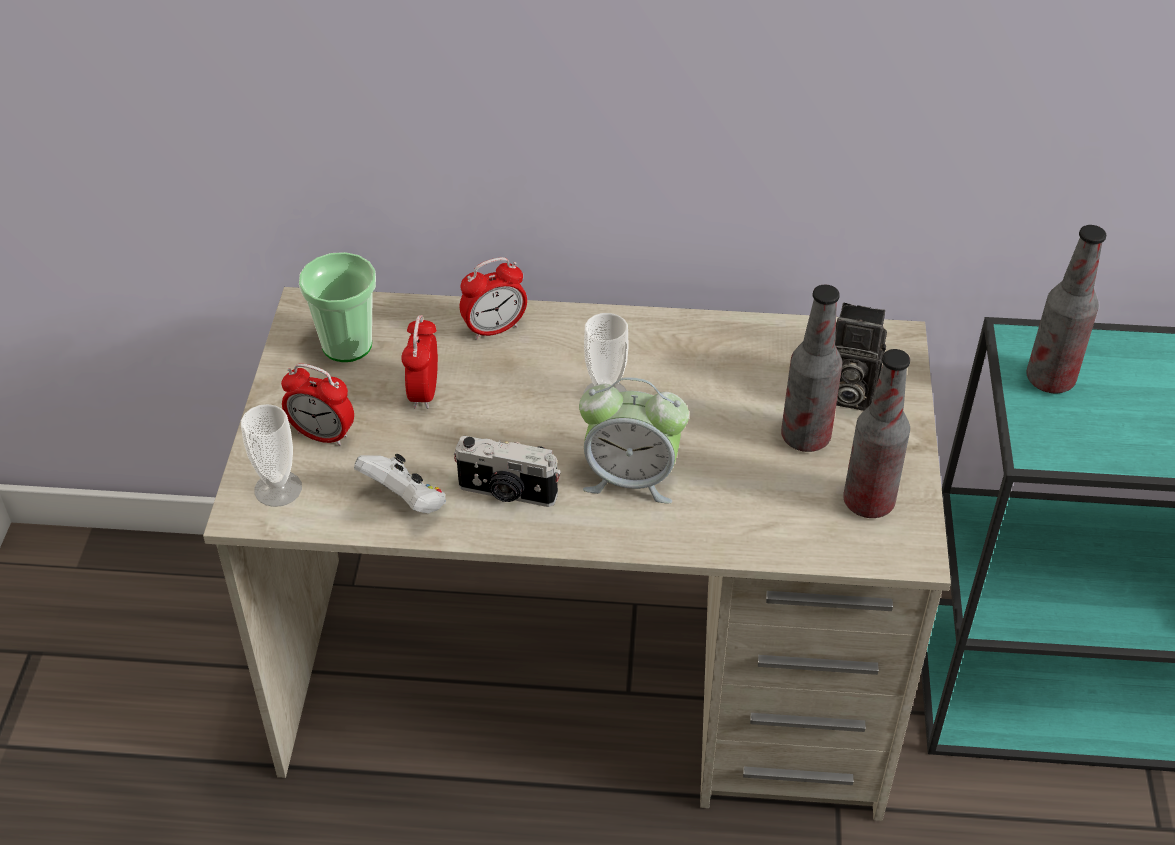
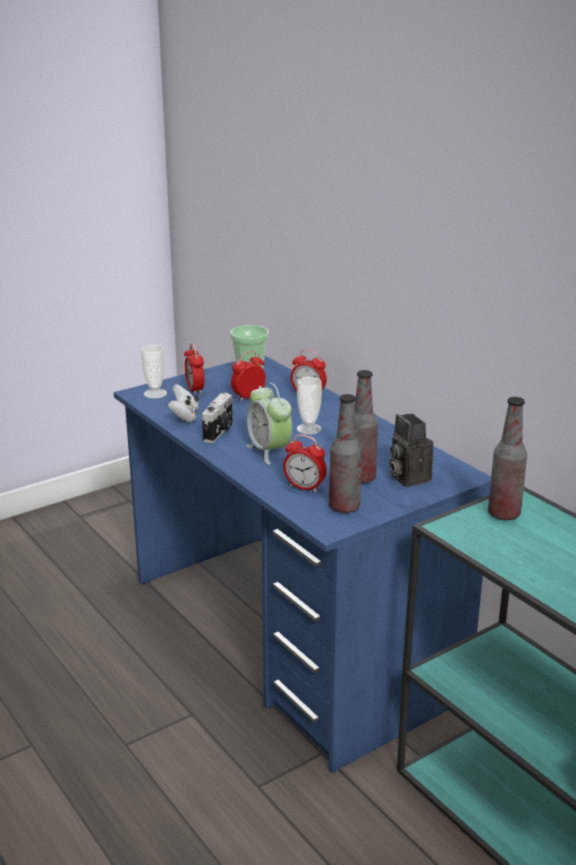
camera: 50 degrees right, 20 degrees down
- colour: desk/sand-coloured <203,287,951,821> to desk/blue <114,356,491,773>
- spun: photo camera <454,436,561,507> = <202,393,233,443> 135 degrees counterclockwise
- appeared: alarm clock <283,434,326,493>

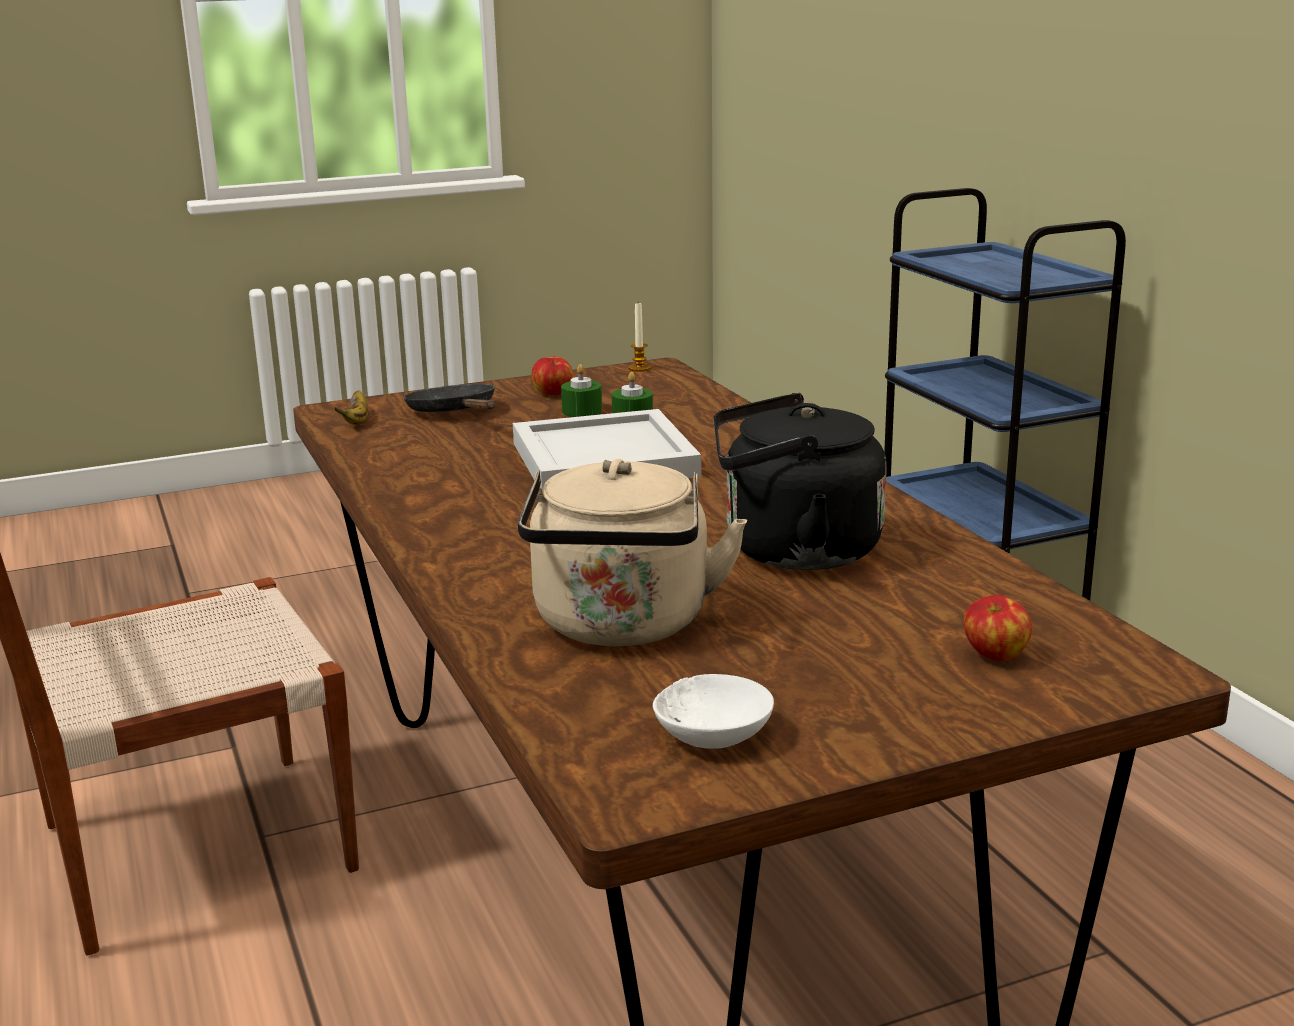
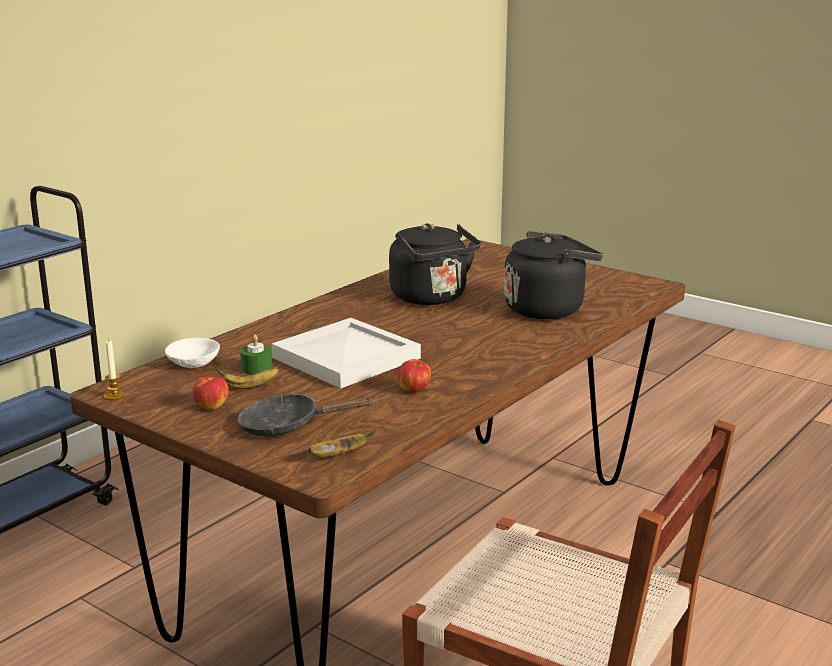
camera: 120 degrees left, 0 degrees up
- spun: pan/black-coloured <404,384,495,412> = <238,394,375,436> 60 degrees clockwise
- colour: kettle/sand-coloured <518,459,747,647> to kettle/black-coloured <504,231,603,319>
- exchanged: wax candle/green-coloured <561,364,602,417> to banana fruit <215,367,279,389>
- relocated: bowl/white-coloured <653,674,774,749> to <165,338,220,368>
- relocated: apple <964,595,1032,661> to <397,359,431,392>

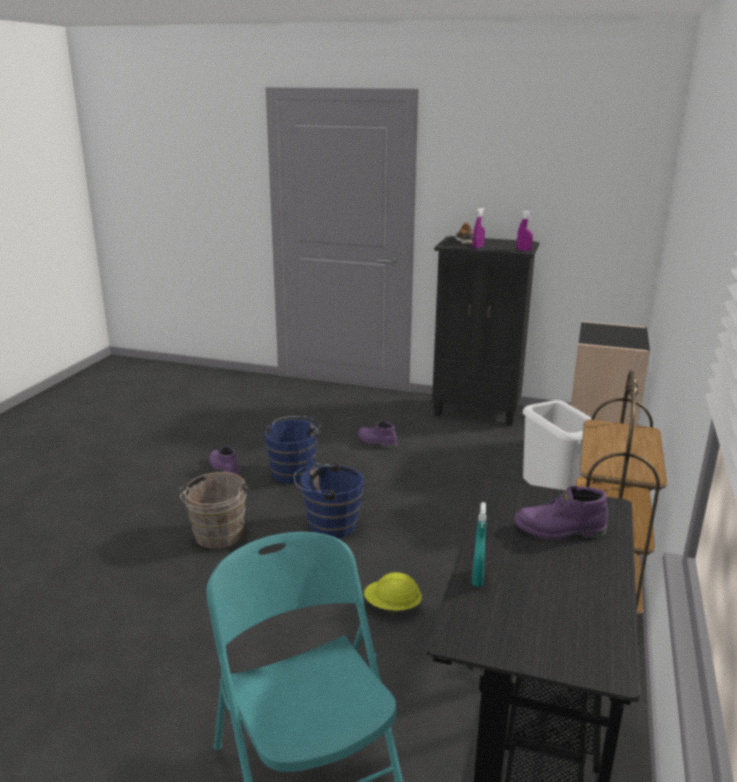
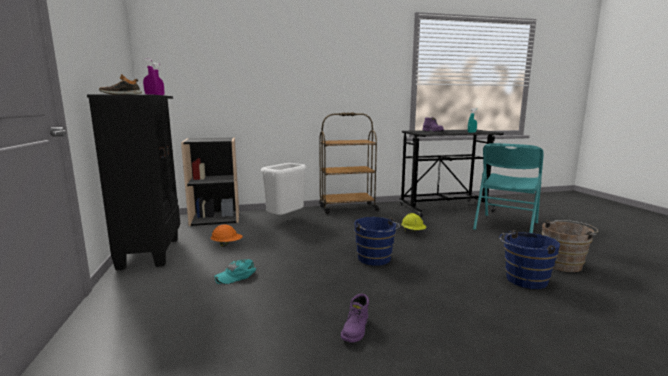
camera: 120 degrees left, 10 degrees down
- relocated: pail/brown-coloured <179,472,248,549> to <542,220,598,272>
- relocated: pail/blue <264,416,321,483> to <499,230,560,289>
- exchanged: boot/purplish <358,421,397,448> to baseball cap/turquoise <214,259,256,284>
- appeared: work helmet/orangey <211,224,243,247>

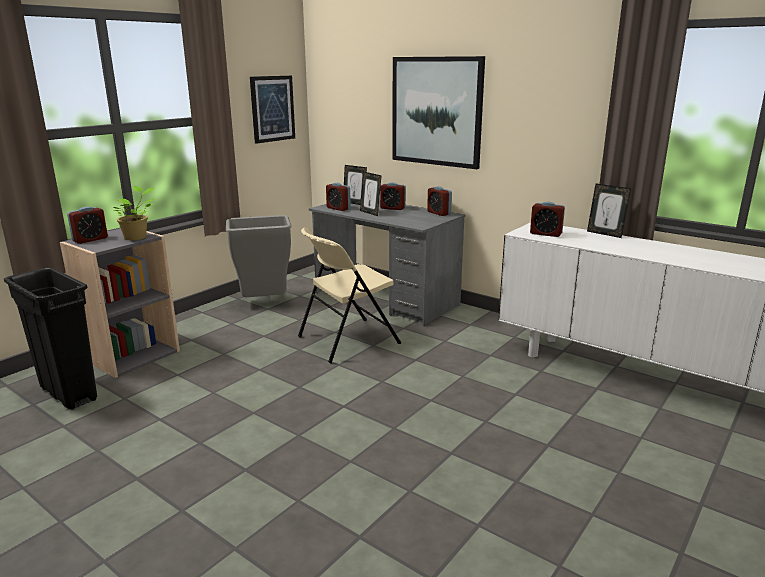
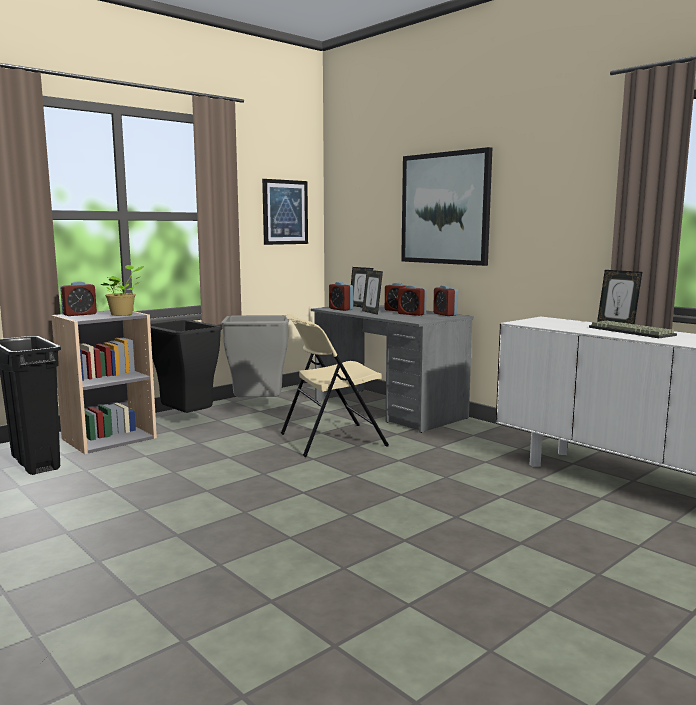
camera: 10 degrees right, 10 degrees down
- relocated: alarm clock <530,202,565,237> to <398,285,427,316>
- appeared: trash can/black-coloured <150,320,222,413>
- appeared: computer keyboard <589,321,677,338>

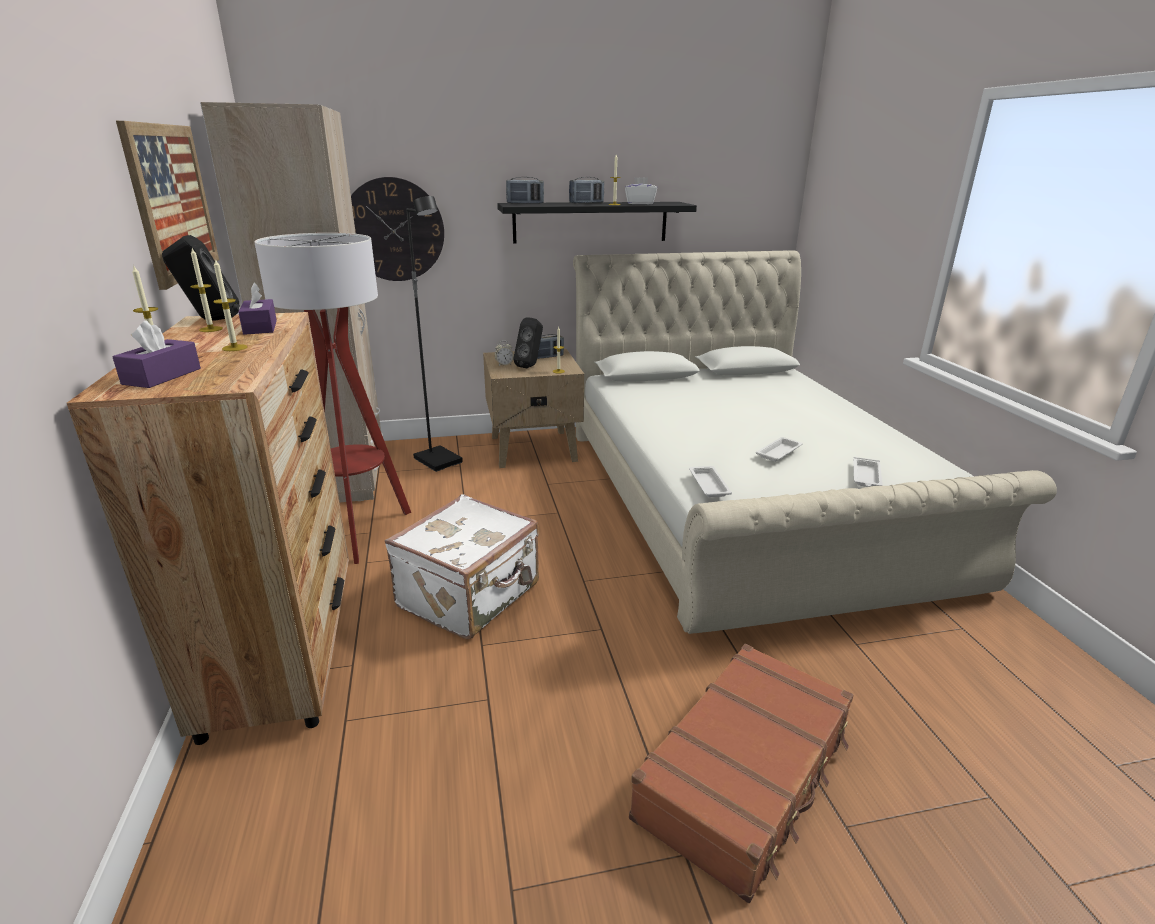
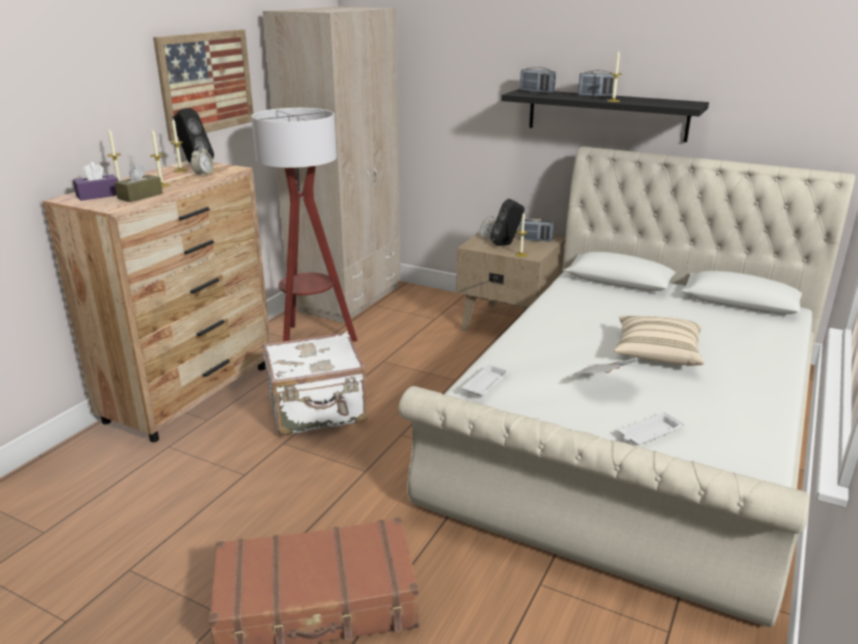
camera: 40 degrees right, 0 degrees up
- exchanged: box of tissues/purplish <238,283,277,335> to alarm clock <191,145,214,176>
- missing: clock on the wall <351,177,444,281>
- missing: floor lamp/black-coloured <406,196,463,472>
- missing: box of tissues/white-coloured <625,177,657,204>
- exchanged: tray/white-coloured <756,437,803,462> to newspaper <571,358,640,375>
- appeared: box of tissues/brown-coloured <115,164,163,202>
- appeared: throw pillow/sand-coloured <614,316,704,366>

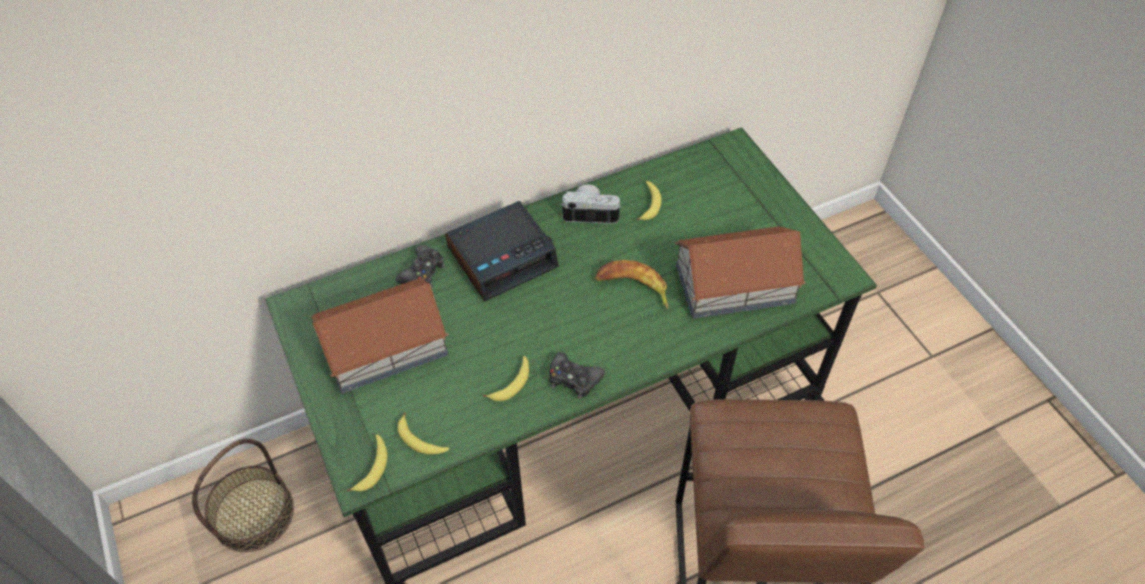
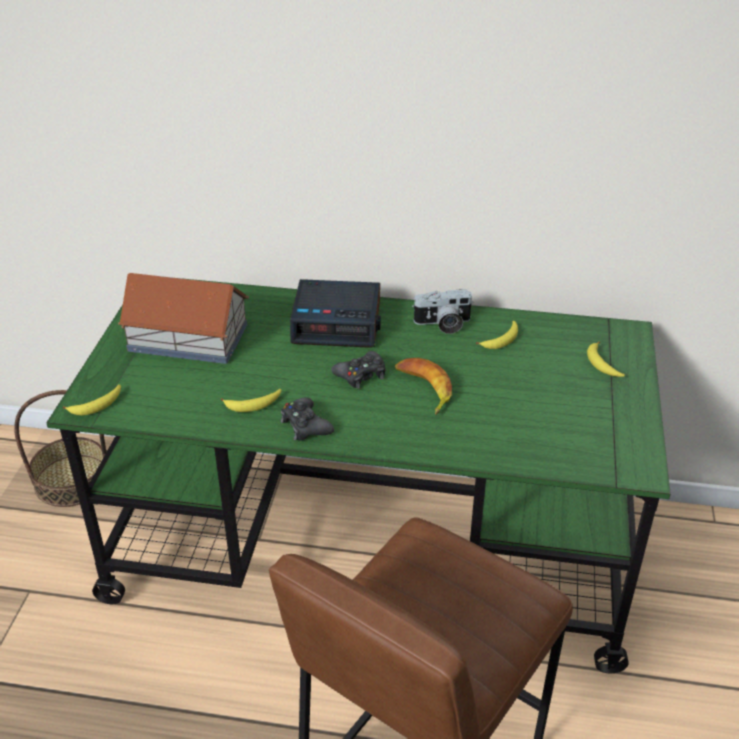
camera: 35 degrees right, 15 degrees down
- relocated: game controller/black-coloured <396,245,445,287> to <331,351,385,389>
- relocated: banana fruit <398,412,449,454> to <587,341,625,377>
- spun: photo camera <560,184,622,224> = <412,289,473,334> 135 degrees clockwise
- missing: model house <675,226,806,319>

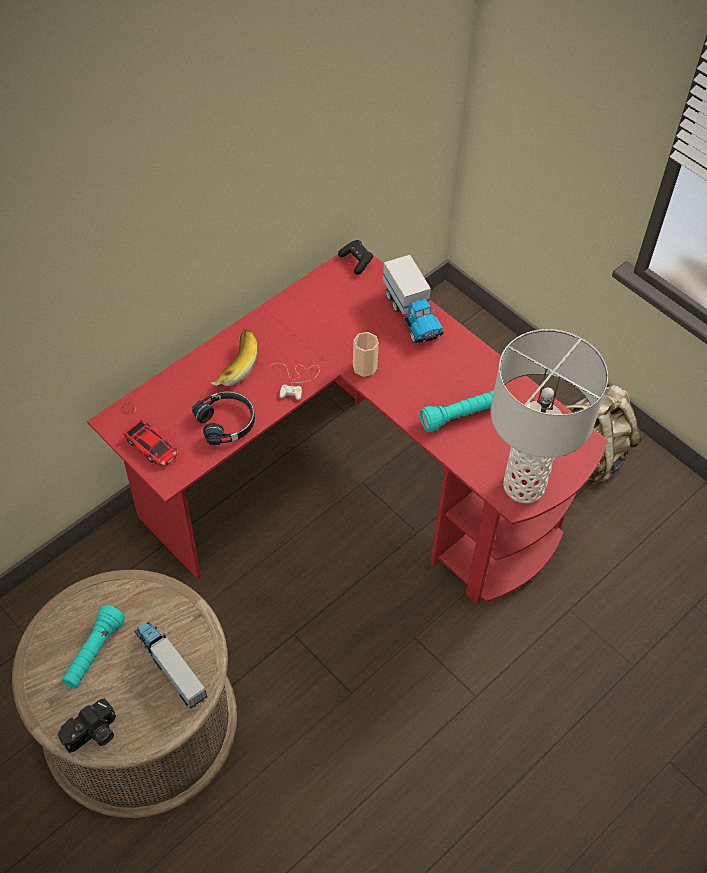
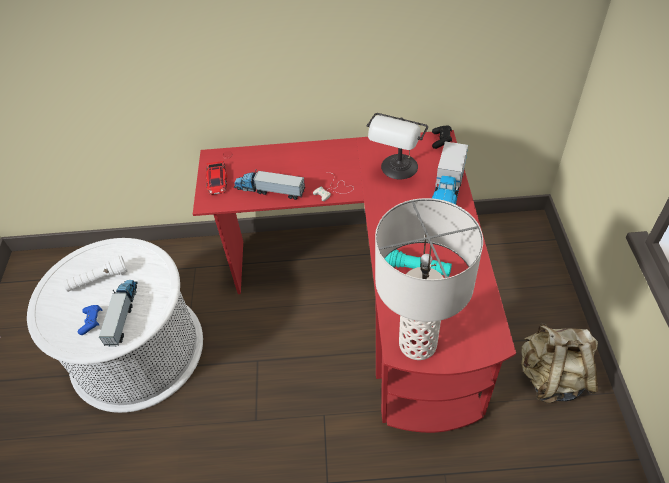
camera: 45 degrees right, 5 degrees down
- colour: coffee table/brown-coloured <12,570,237,818> to coffee table/white-coloured <27,238,203,413>
- missing: photo camera <57,698,116,753>
- colour: hand torch/turquoise <62,605,125,688> to hand torch/white-coloured <63,256,128,292>
- exchanged: headset/black-coloured <192,391,255,445> to toy lorry <234,169,305,200>
- missing: banana fruit <211,329,257,386>
- missing: cup <353,332,379,377>
- appeared: game controller/blue <78,305,103,335>
- appeared: tabletop lamp <367,113,428,179>

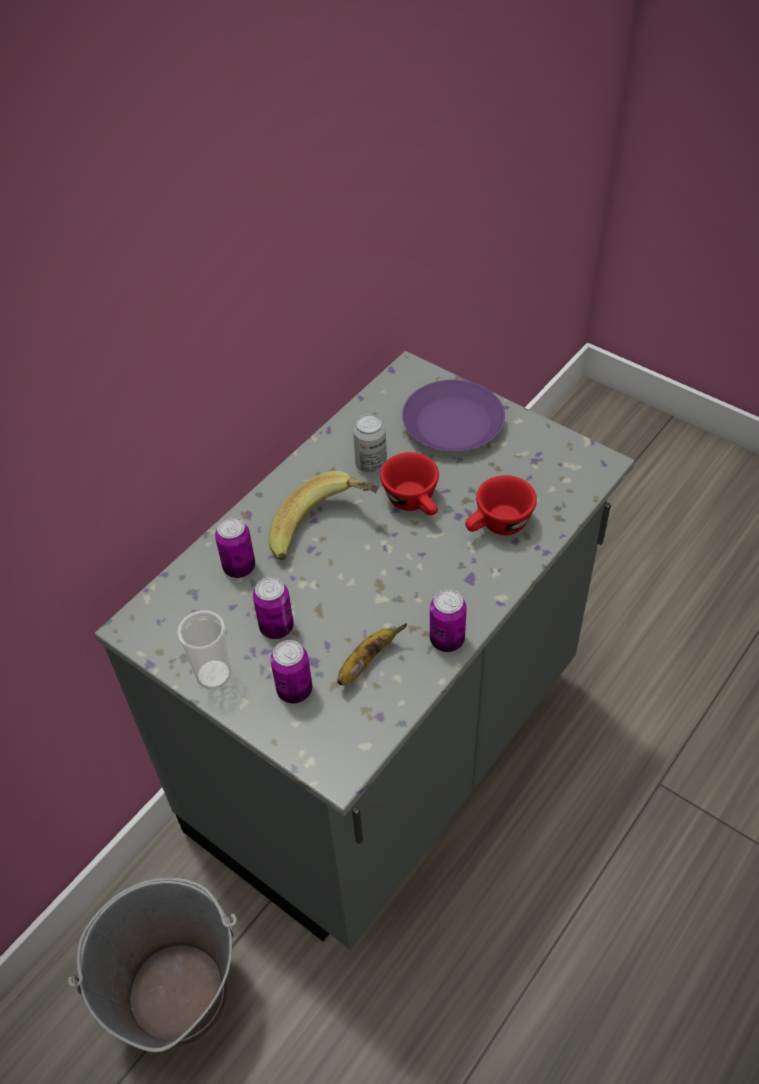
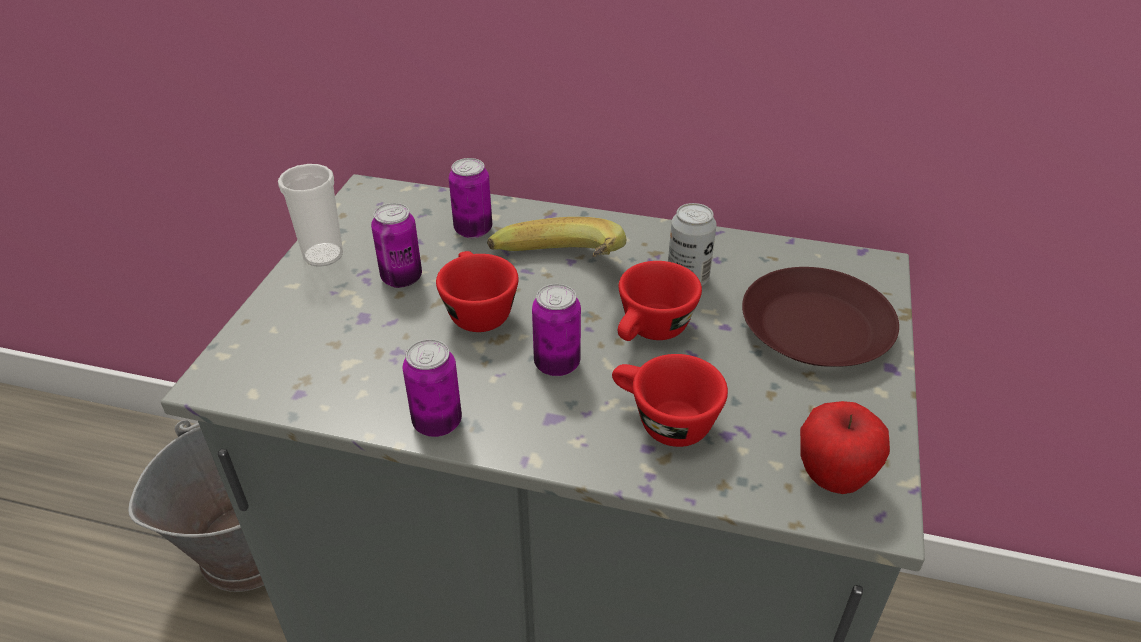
camera: 65 degrees right, 10 degrees down
- relocated: can <270,640,312,703> to <532,284,581,376>
- missing: banana fruit <337,623,407,685>
- colour: dinner plate/purplish <402,380,505,452> to dinner plate/brown-coloured <742,267,899,367>
- appeared: cup/red-coloured <436,251,519,332>
- appeared: apple <800,401,890,494>

